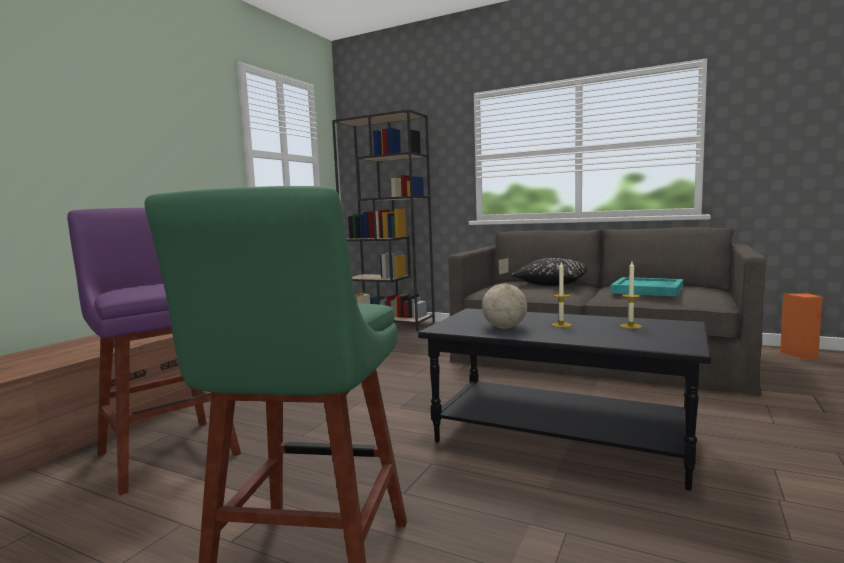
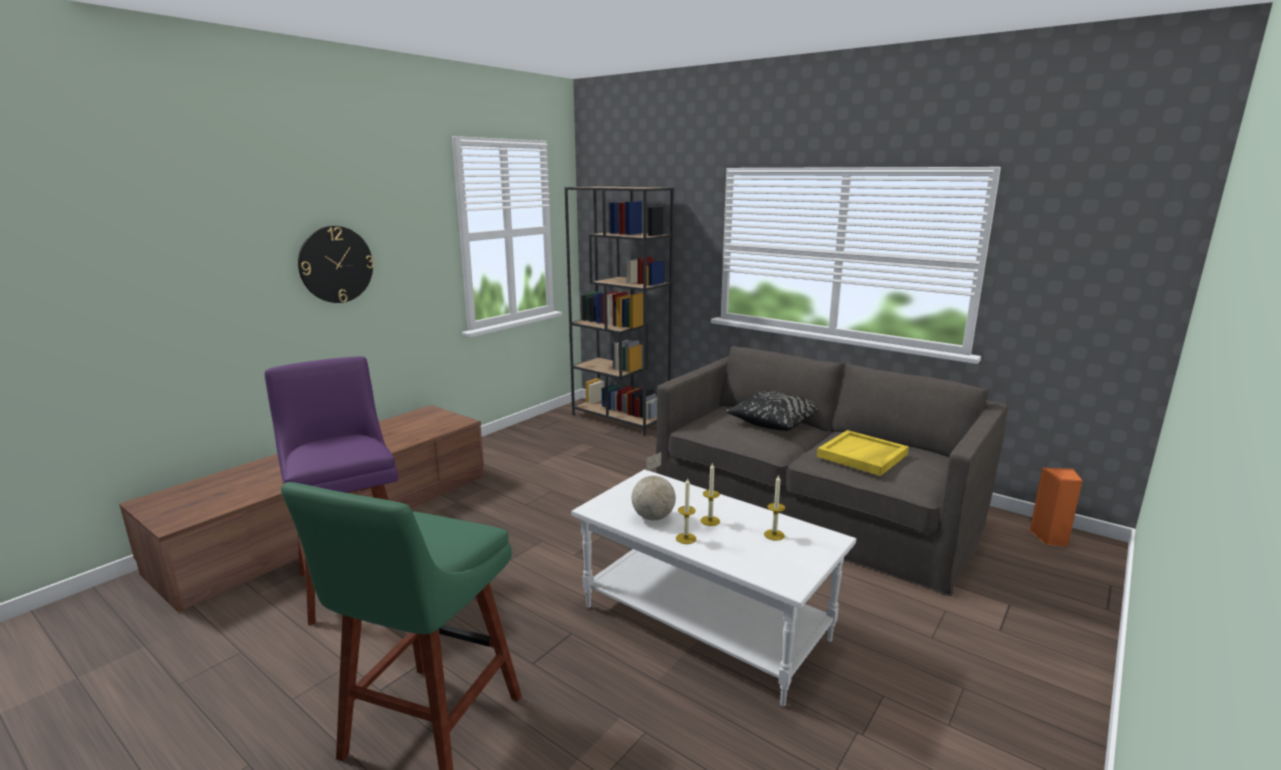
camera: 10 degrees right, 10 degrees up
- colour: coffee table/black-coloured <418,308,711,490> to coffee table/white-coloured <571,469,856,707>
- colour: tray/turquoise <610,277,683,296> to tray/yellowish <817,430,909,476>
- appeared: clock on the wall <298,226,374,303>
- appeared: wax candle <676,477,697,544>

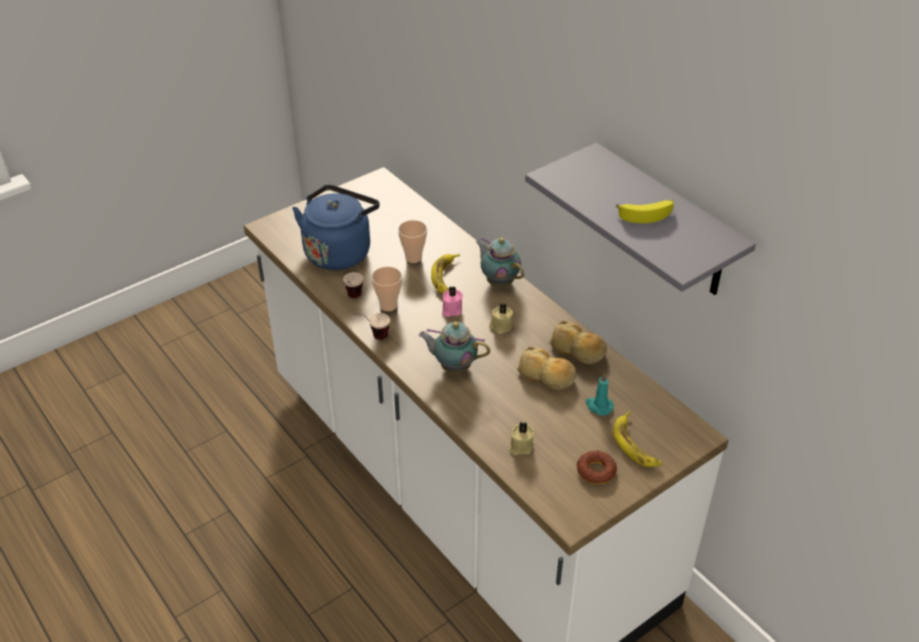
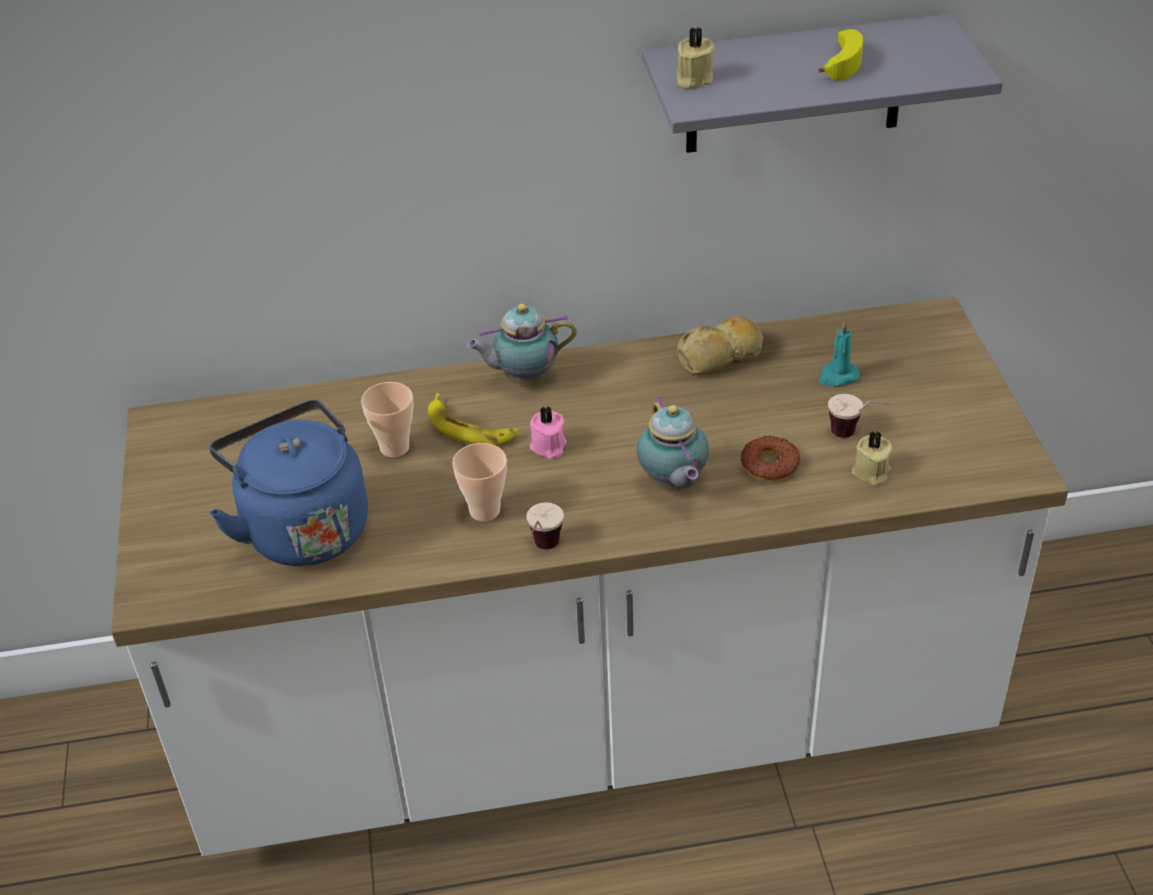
camera: 60 degrees left, 0 degrees up
- relocated: cup <343,272,363,298> to <828,394,890,438>
- spun: pot for tea <419,322,490,374> = <637,397,709,491> 60 degrees counterclockwise
- relocated: wax candle/sand-coloured <489,304,513,334> to <677,27,715,89>
- missing: baked bread <517,347,577,390>
- relocated: doughnut <577,450,617,484> to <740,436,800,481>
- missing: banana fruit <613,412,661,467>

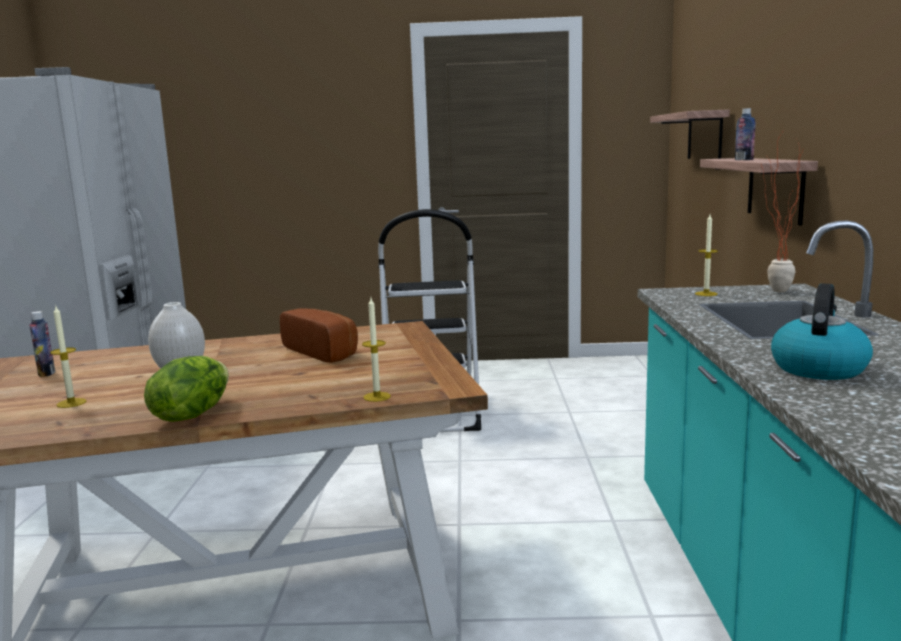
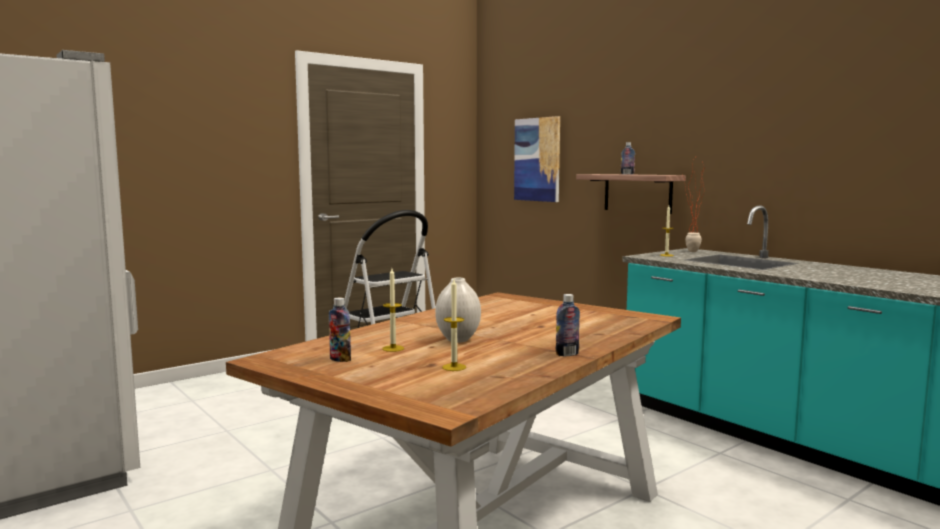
camera: 40 degrees left, 5 degrees down
- exchanged: lettuce head <144,356,229,422> to beverage bottle <556,294,580,356>
- missing: baked bread <280,308,358,363>
- relocated: wax candle <362,298,391,402> to <382,269,404,352>
- exchanged: bracket shelf <650,109,730,159> to wall art <514,116,560,202>
- missing: kettle <771,283,873,380>

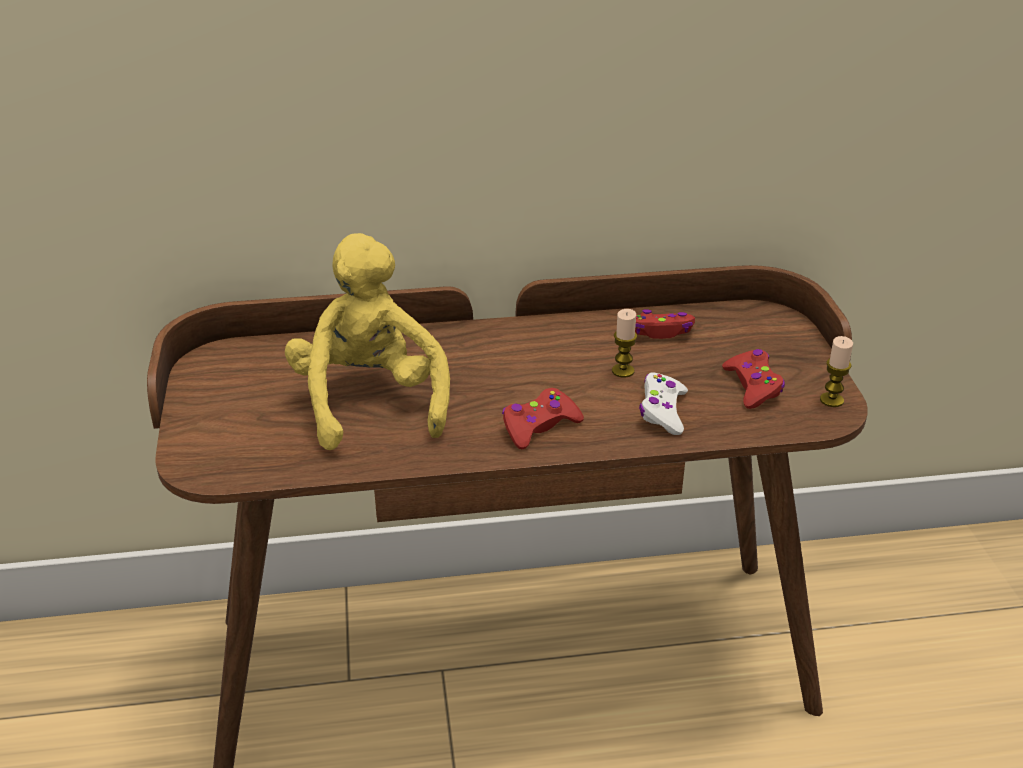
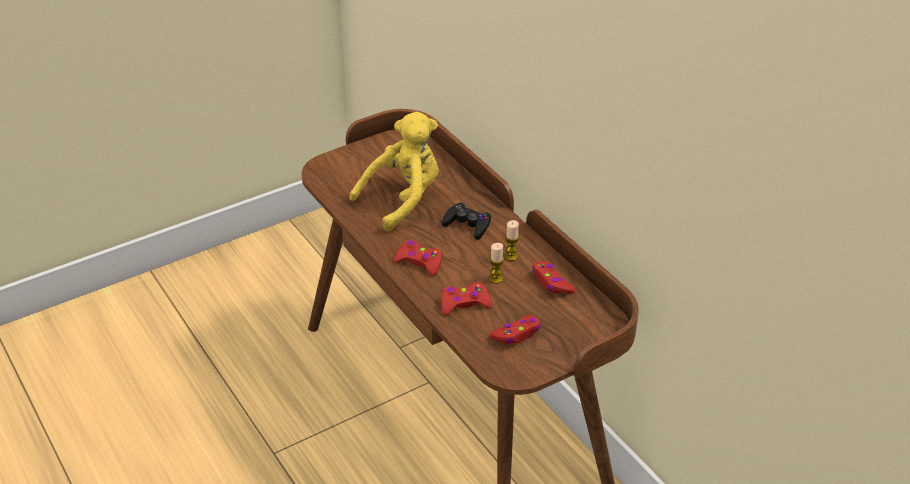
camera: 65 degrees right, 5 degrees up
- colour: game controller/white-coloured <639,372,688,435> to game controller/red-coloured <441,282,492,315>
- relocated: wax candle <820,336,853,407> to <504,220,520,261>
- appeared: game controller/black-coloured <442,202,491,240>

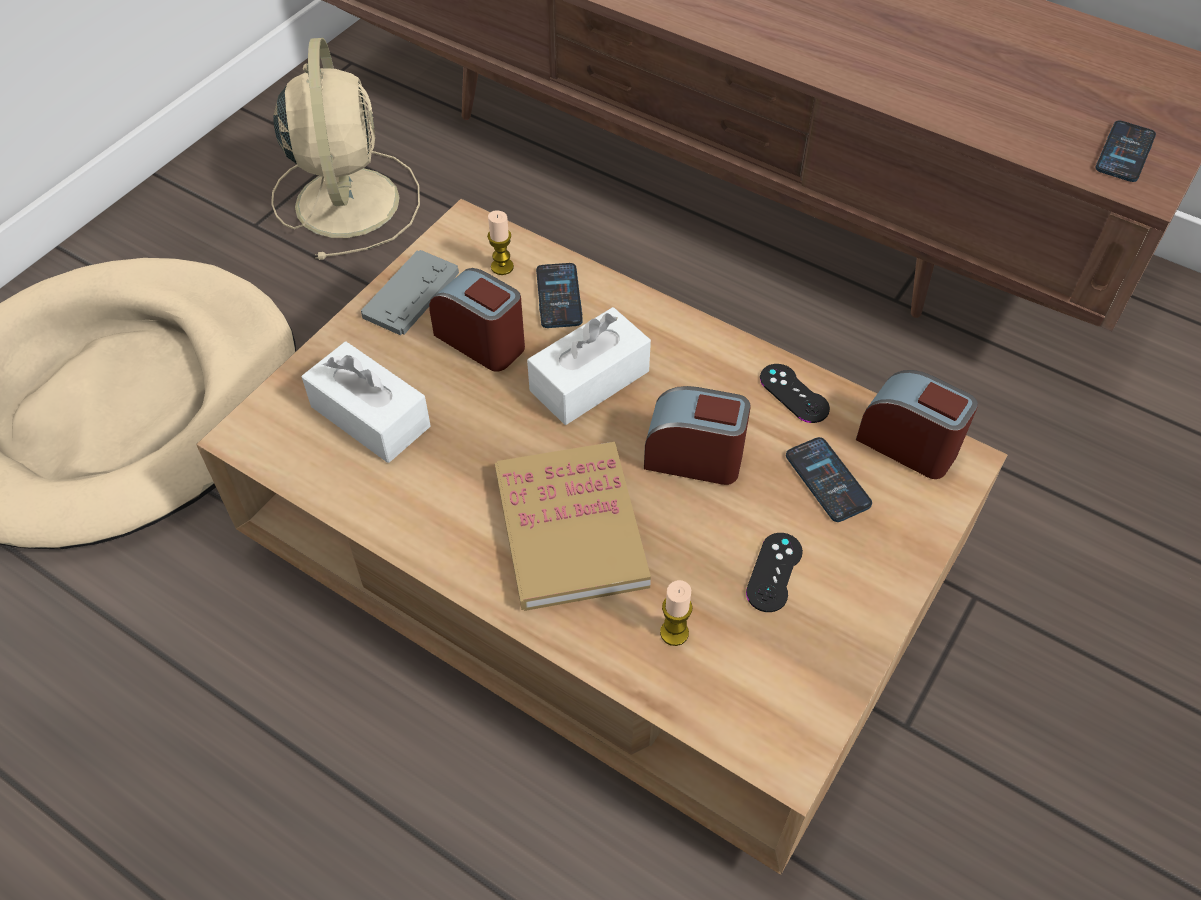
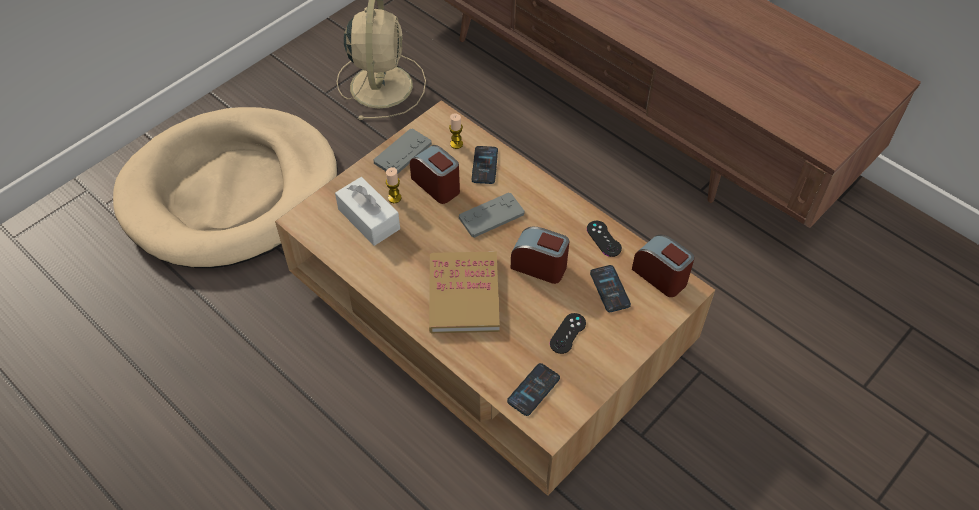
camera: 10 degrees right, 0 degrees up
- exchanged: box of tissues/white-coloured <527,307,651,425> to game controller/greyish <459,193,525,238>
- relocated: wax candle <660,580,692,646> to <386,167,402,203>
- relocated: telephone <1095,120,1156,182> to <507,363,560,416>

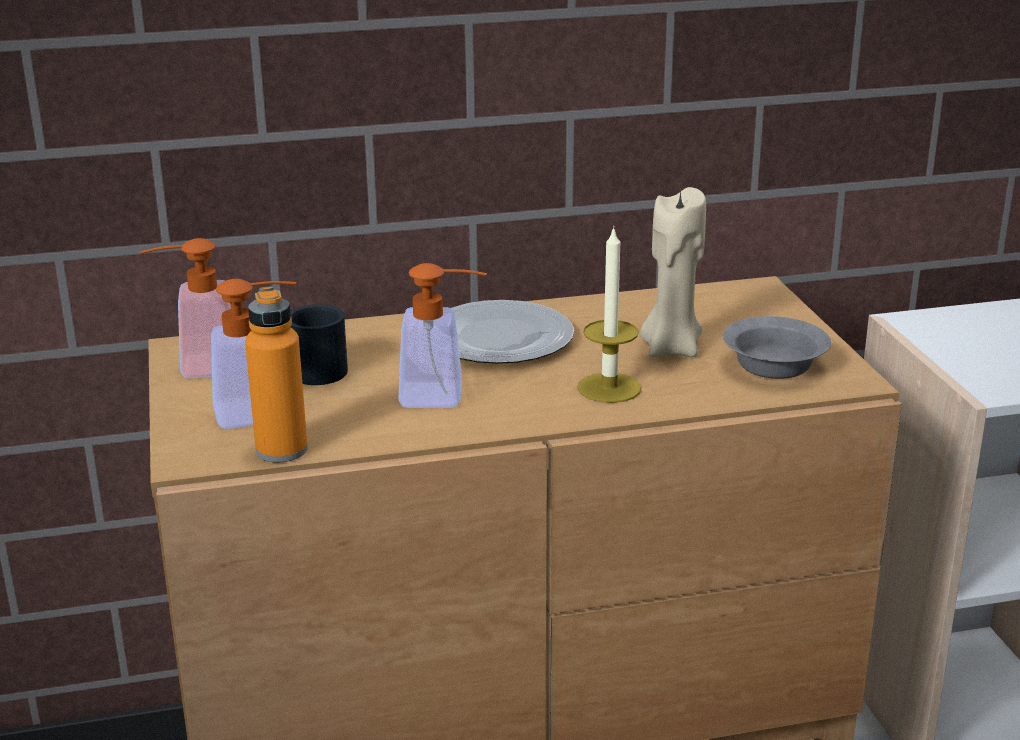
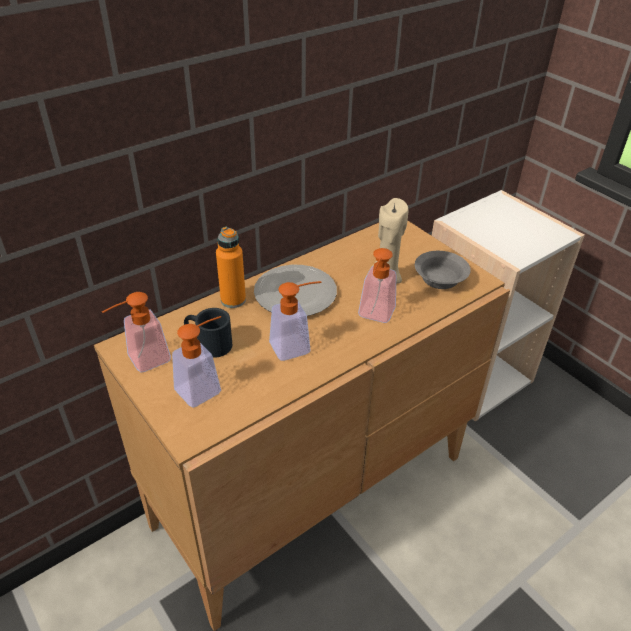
camera: 25 degrees left, 15 degrees up
- relocated: beverage bottle/orangey <245,287,308,462> to <216,227,246,308>
- exchanged: wax candle <577,226,641,403> to soap bottle <358,248,396,323>

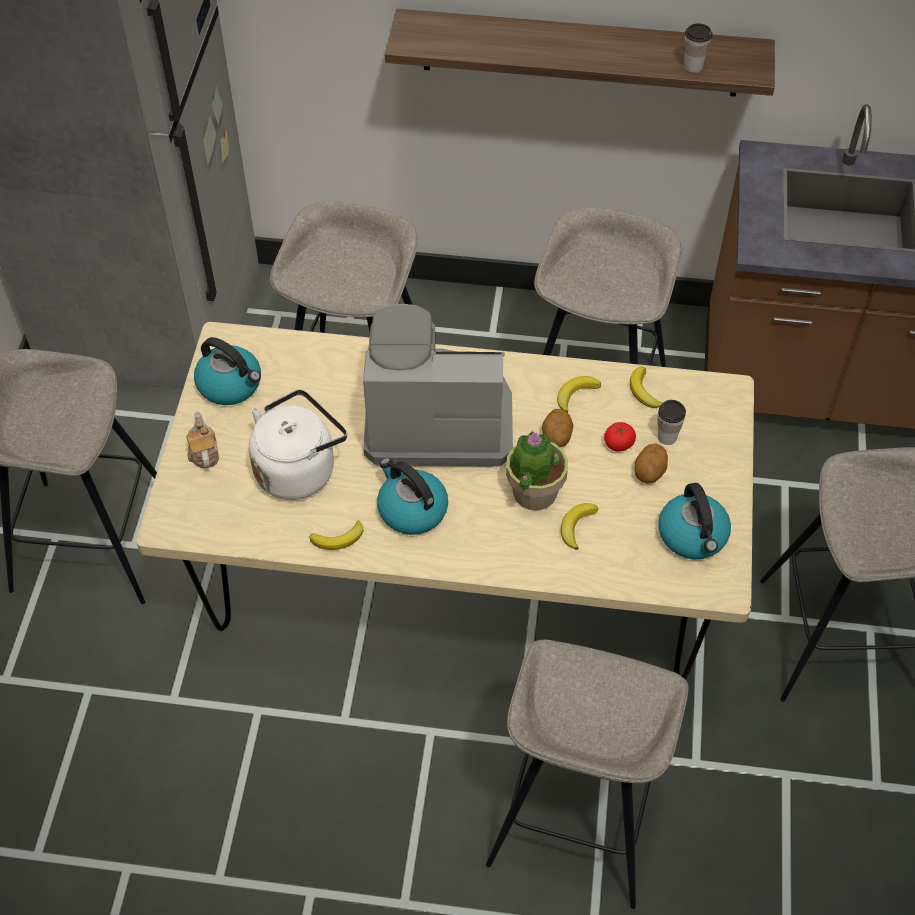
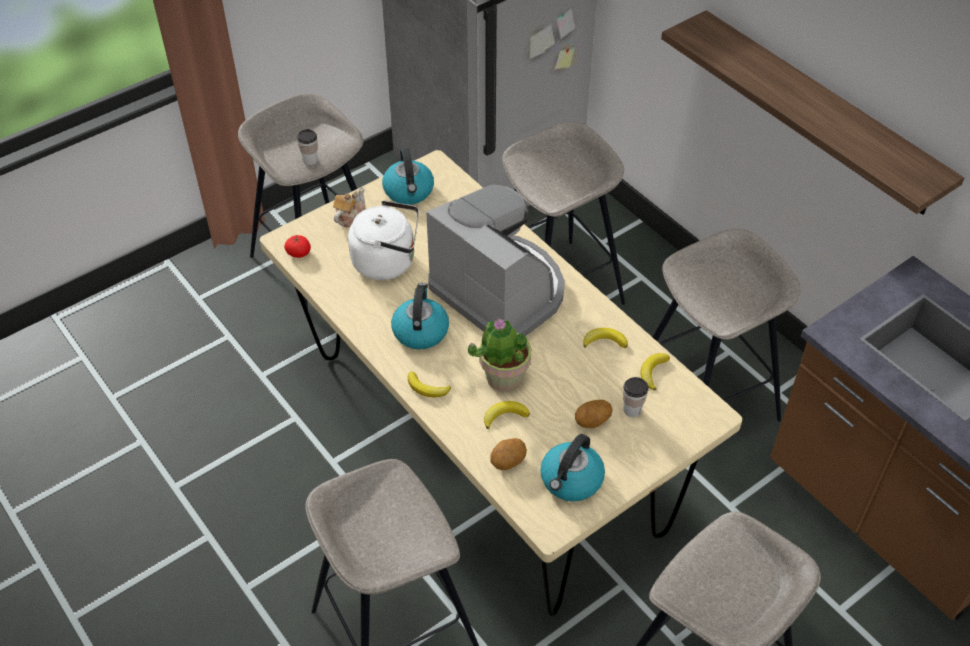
camera: 45 degrees right, 5 degrees down
- relocated: banana fruit <310,520,364,550> to <408,371,451,397>
- relocated: spud <542,409,573,447> to <490,438,527,470>
- relocated: whole tomato <604,422,636,451> to <284,235,311,258>
- relocated: cup <684,23,712,73> to <297,129,318,165>

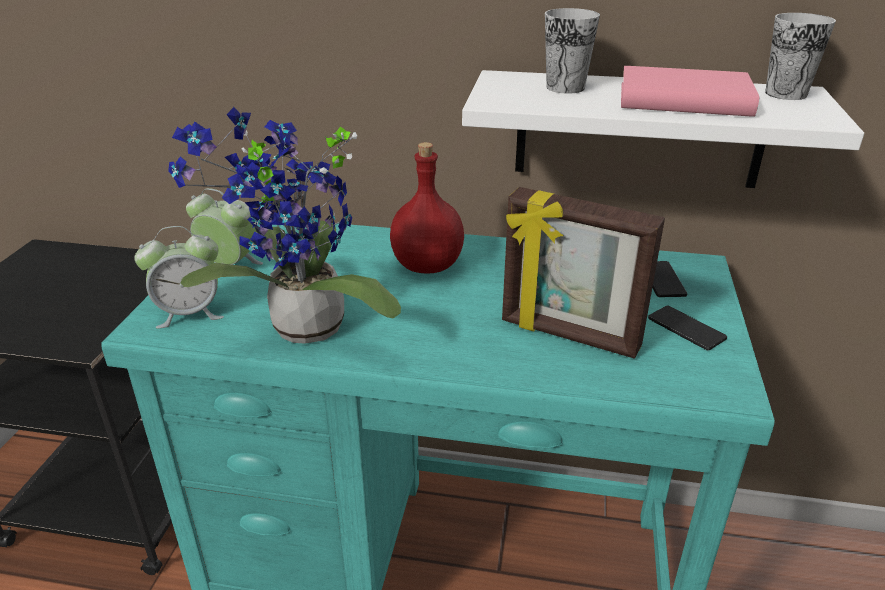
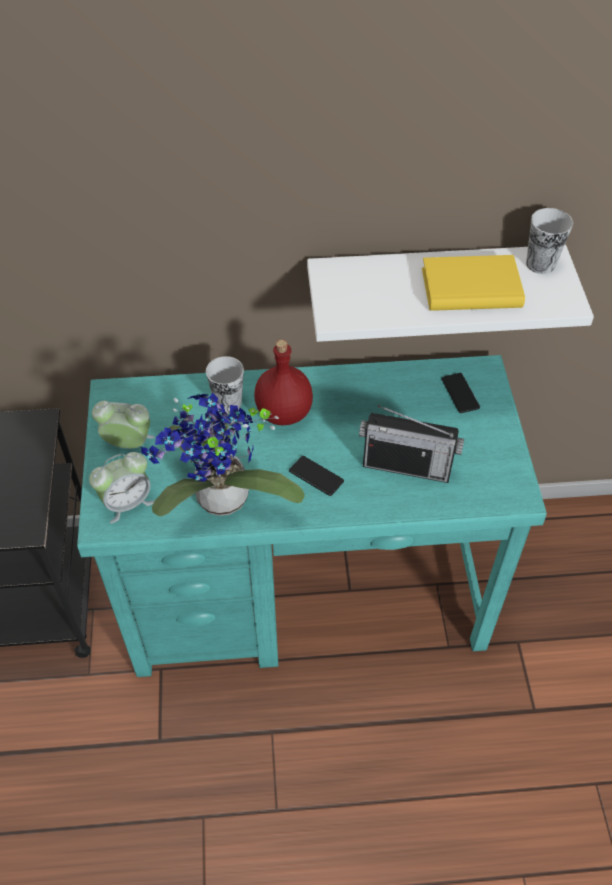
camera: 15 degrees left, 20 degrees up
- exchanged: photo frame <502,187,665,359> to radio receiver <359,405,464,483>
- relocated: cup <545,8,600,94> to <206,356,244,414>
- colour: volume/pinkish <621,66,759,117> to volume/yellowish <422,255,525,311>
- relocated: telephone <648,306,727,350> to <289,456,344,496>

